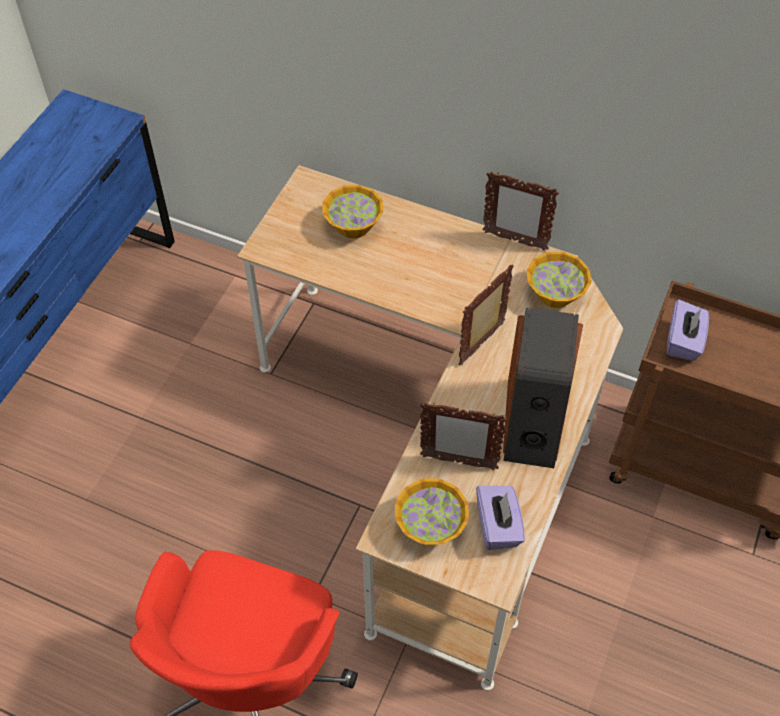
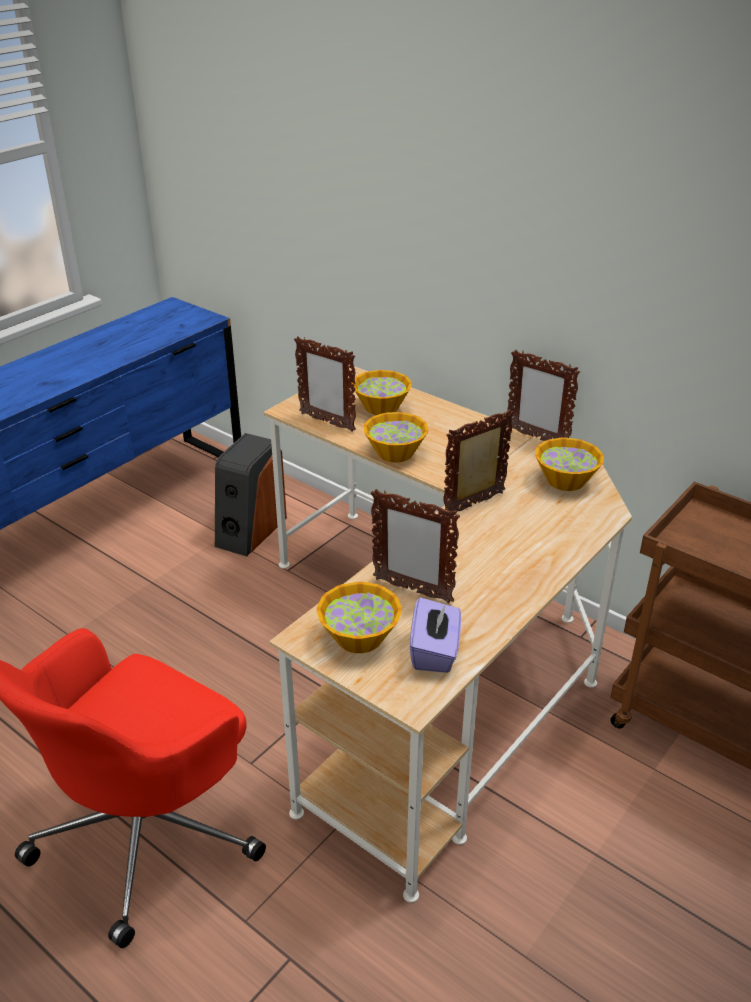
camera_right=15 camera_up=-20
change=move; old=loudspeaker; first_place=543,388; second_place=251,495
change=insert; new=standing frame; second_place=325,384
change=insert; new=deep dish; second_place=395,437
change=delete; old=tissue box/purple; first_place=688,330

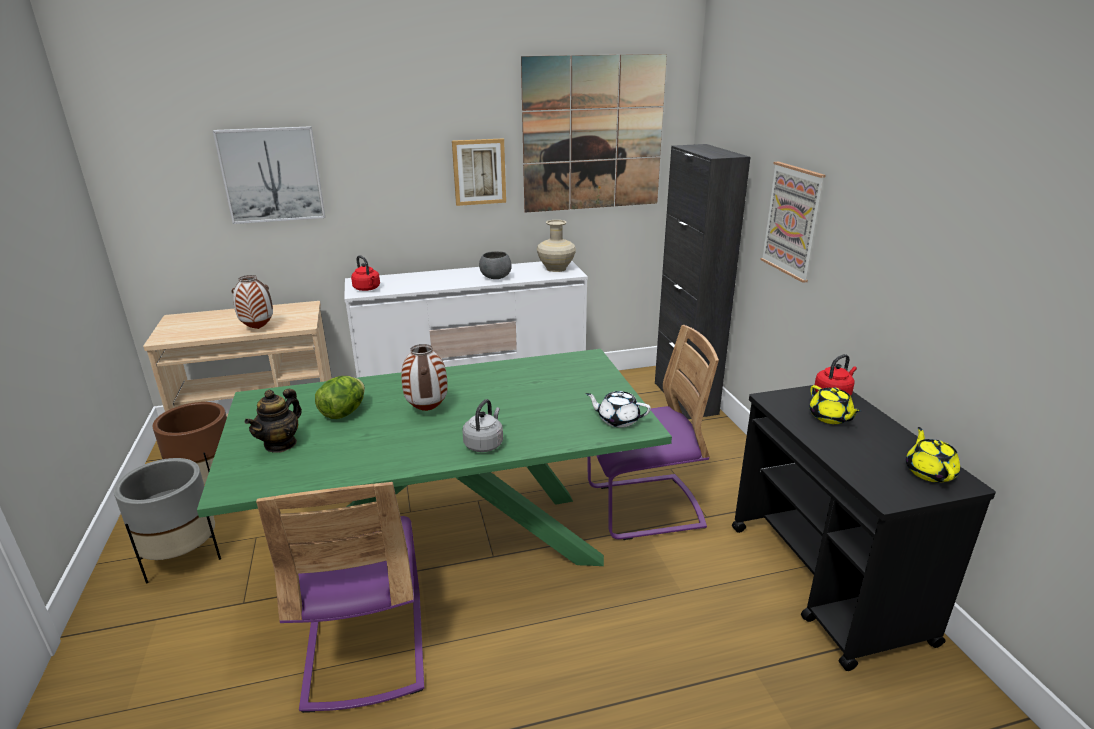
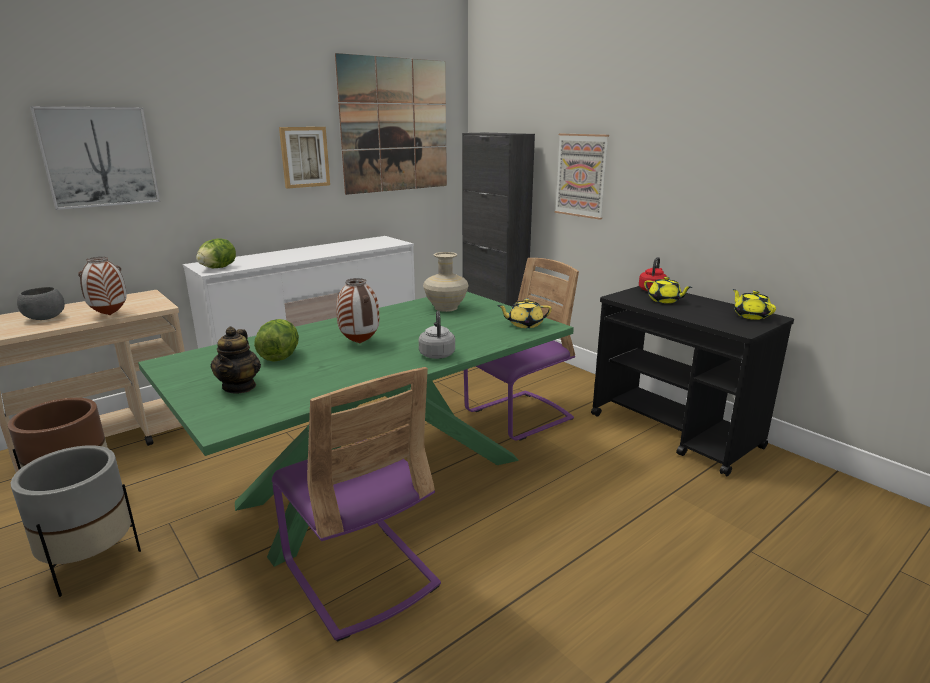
camera_right=-25 camera_up=-5
change=move; old=deep dish/greyish; first_place=495,265; second_place=41,303
change=replace; old=kettle/red-coloured; new=head of lettuce; first_place=365,273; second_place=216,253
change=move; old=flower vase/beige-coloured; first_place=556,246; second_place=446,282
change=recolor; old=pot for tea/whitish; new=pot for tea/yellow-coloured; first_place=618,409; second_place=524,313

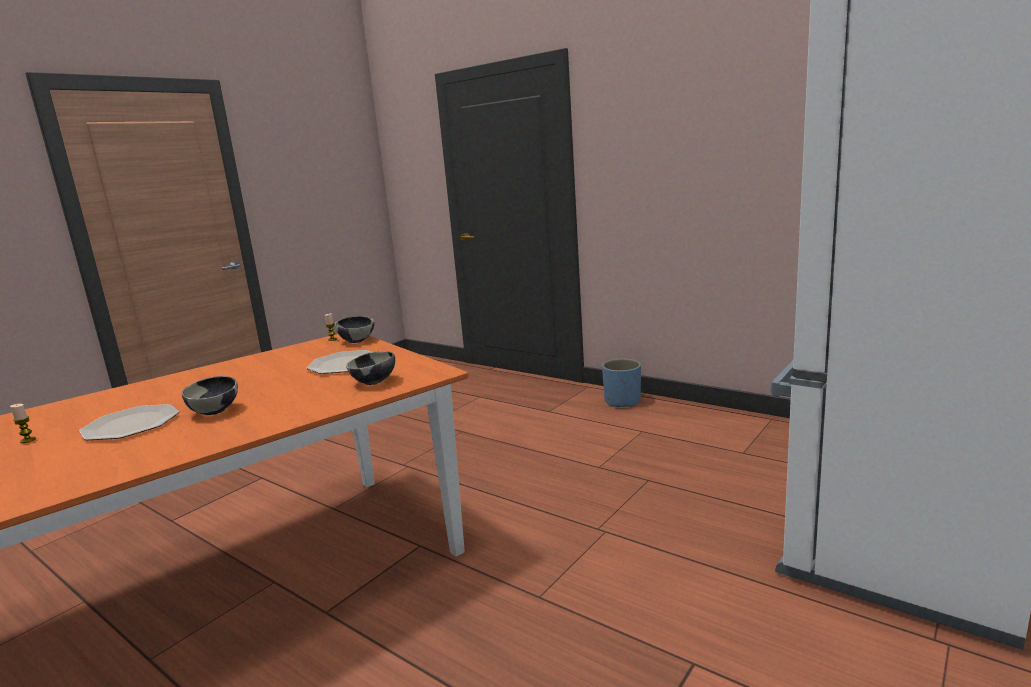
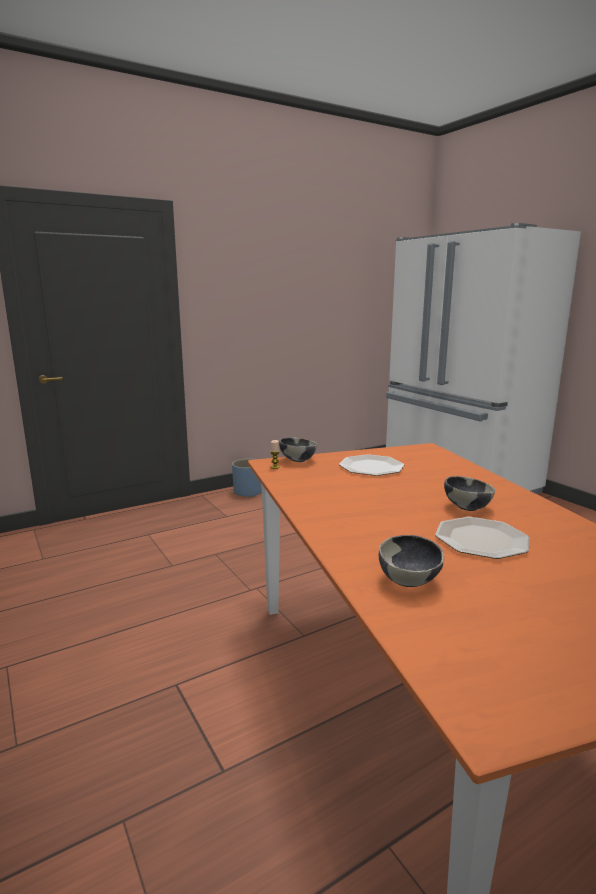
camera_right=-70 camera_up=0
change=move; old=deep dish; first_place=370,368; second_place=411,561
change=delete; old=candle; first_place=23,423

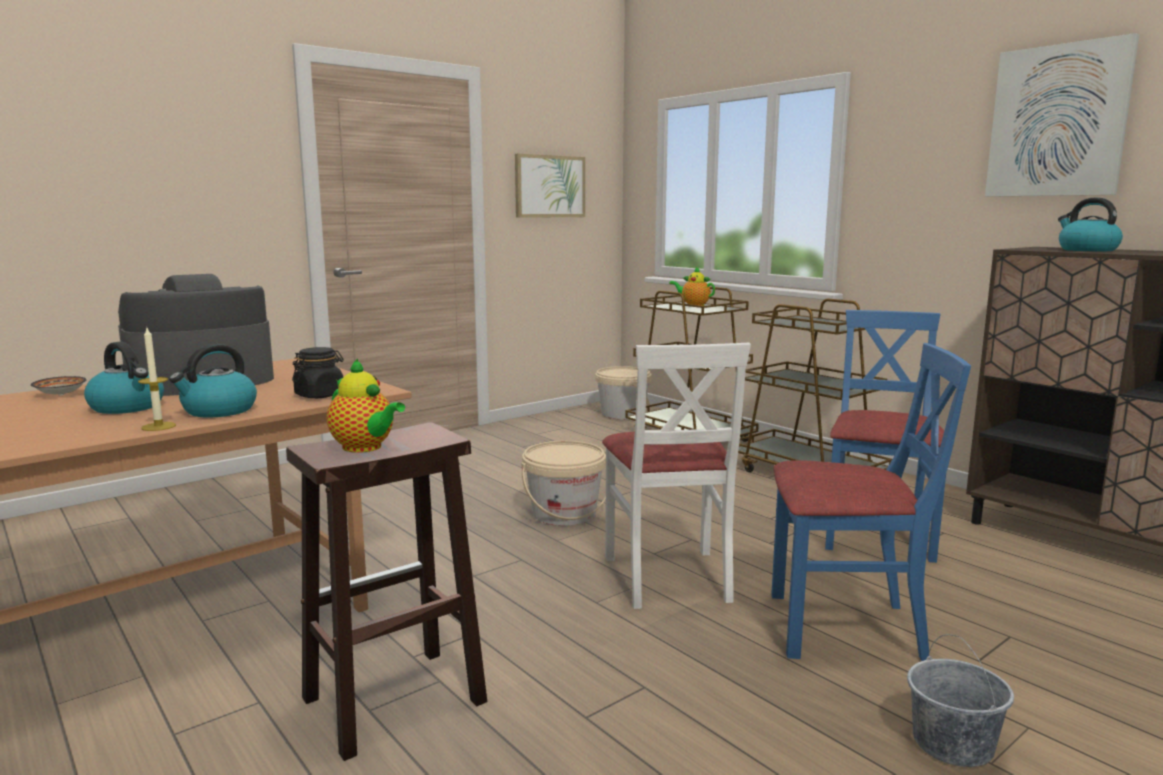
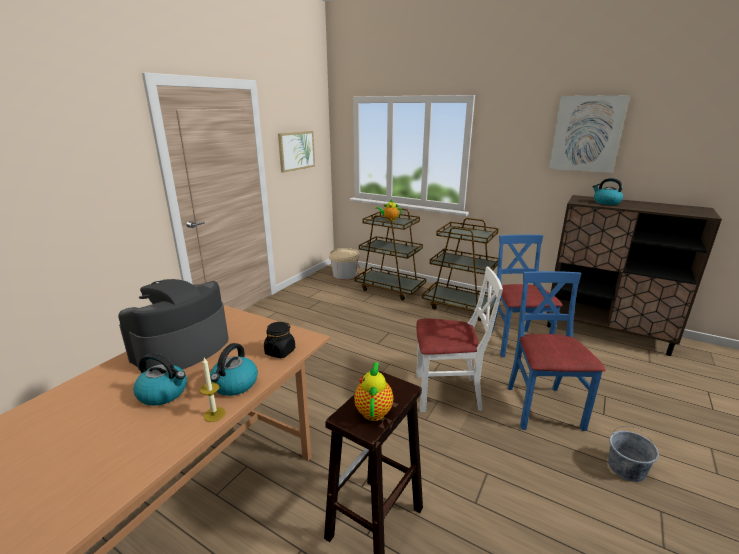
camera_right=-20 camera_up=10
change=rotate; old=pot for tea; first_place=366,405; second_place=373,391; degrees=-105
change=rotate; old=chair/whitish; first_place=676,476; second_place=459,339; degrees=-60
change=rotate; old=chair/bluish; first_place=871,502; second_place=557,351; degrees=-75
change=delete; old=deep dish; first_place=58,386
change=delete; old=water bucket/beige-coloured; first_place=564,483

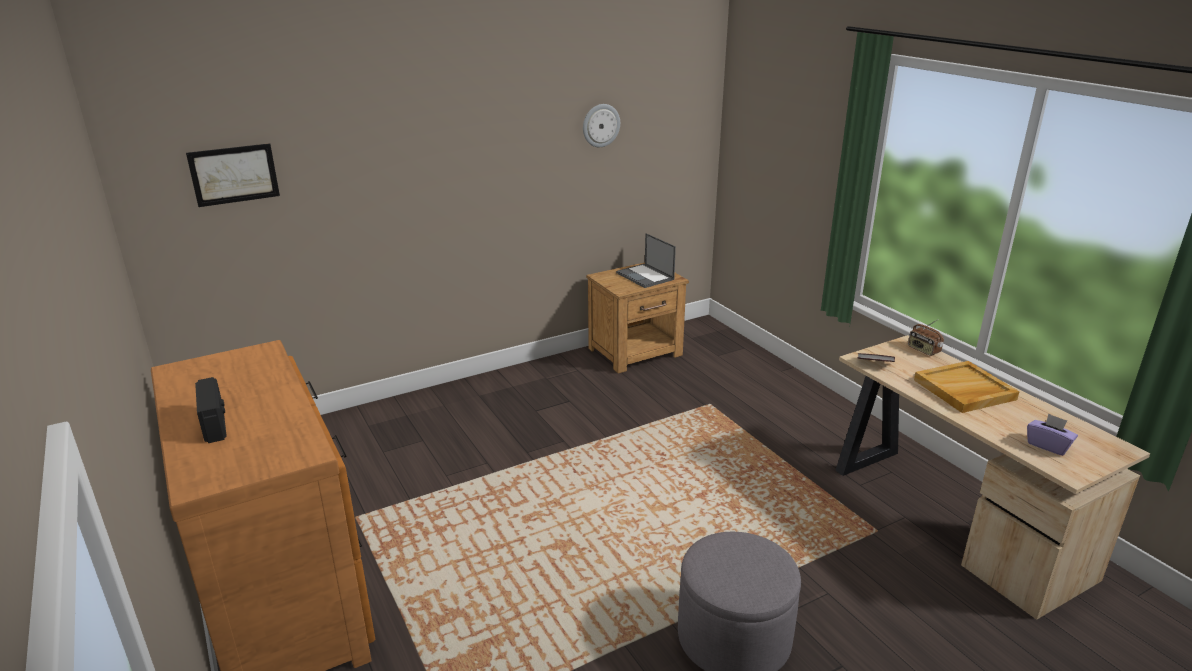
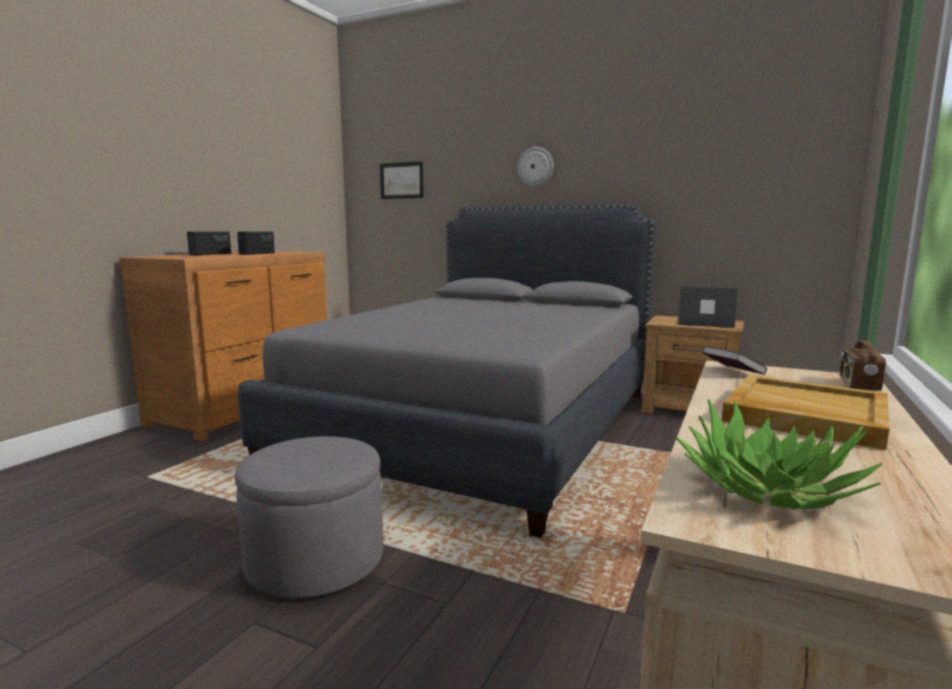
camera_right=55 camera_up=-15
change=insert; new=radio receiver; second_place=256,243
change=insert; new=bed/greyish; second_place=447,370
change=move; old=hanging clock; first_place=601,125; second_place=535,167
change=replace; old=tissue box/purple; new=plant in a pot; first_place=1052,435; second_place=779,454
change=rotate; old=portable computer; first_place=646,260; second_place=708,307; degrees=90

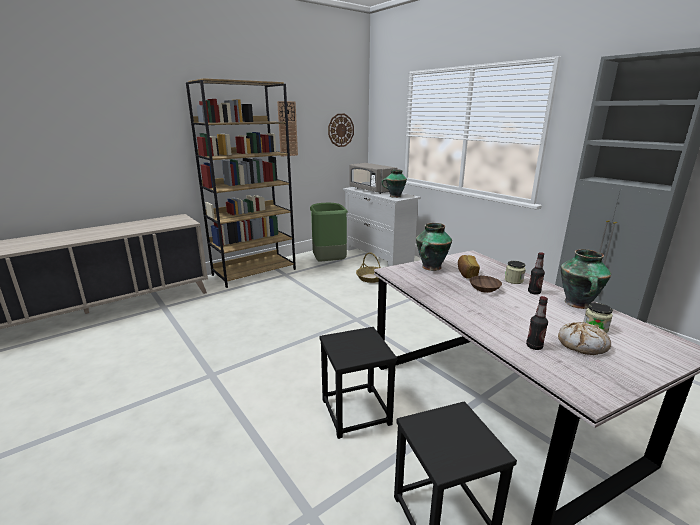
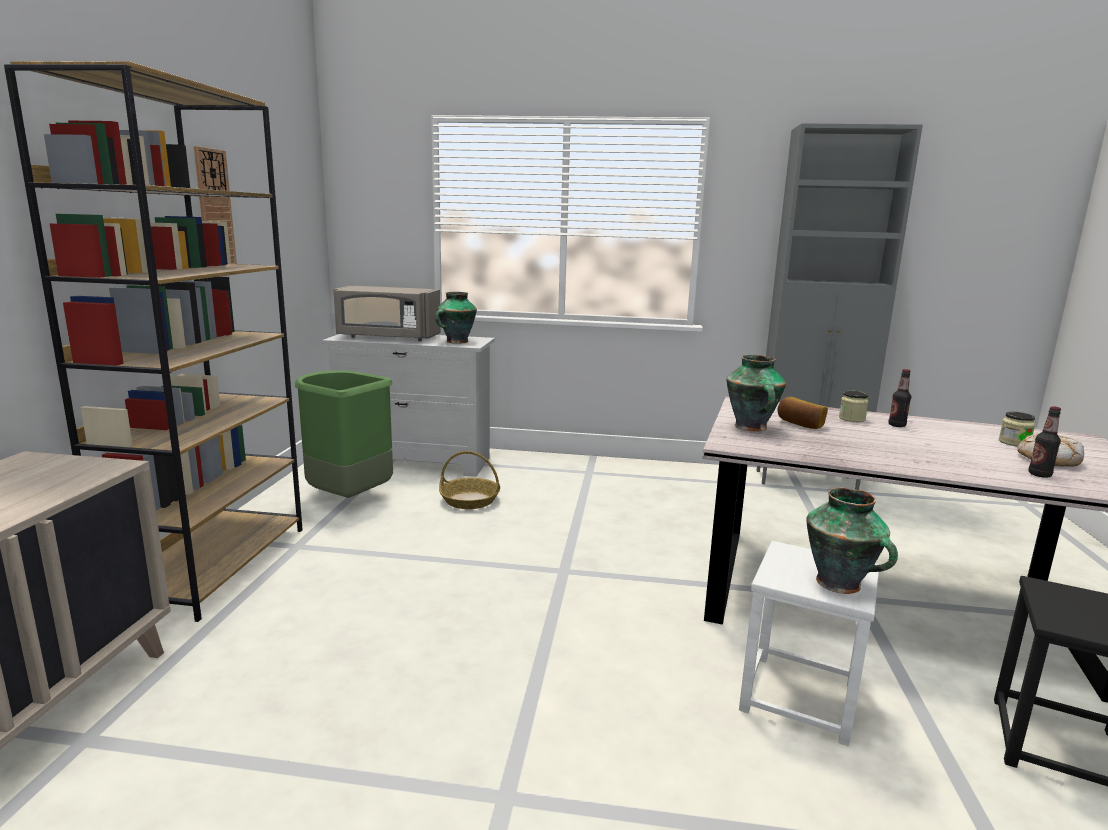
camera_right=-45 camera_up=-5
change=recolor; old=stool/black-coloured; new=stool/whitish; first_place=358,383; second_place=809,643
change=move; old=flower vase; first_place=586,279; second_place=852,541
change=delete; old=hanging clock; first_place=341,130
change=delete; old=deep dish/brownish; first_place=485,284

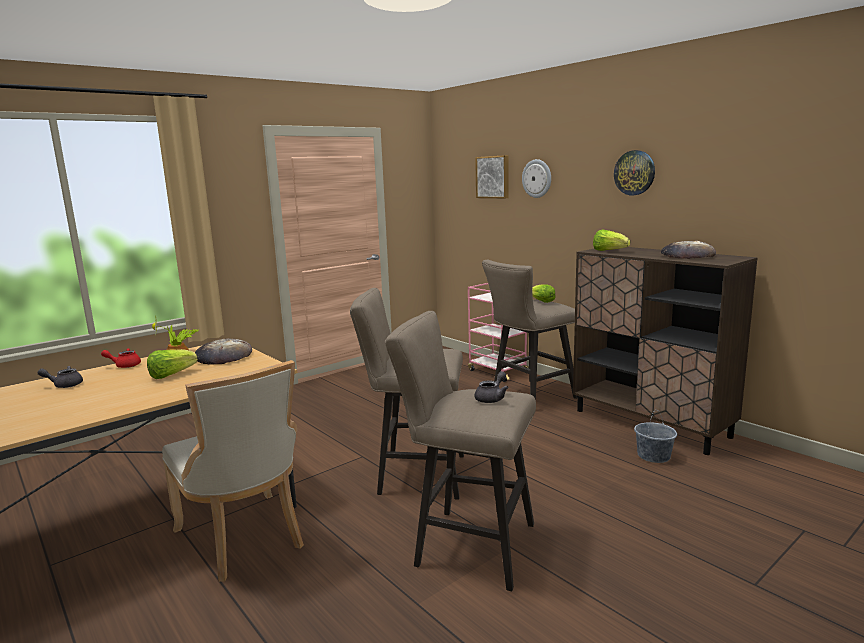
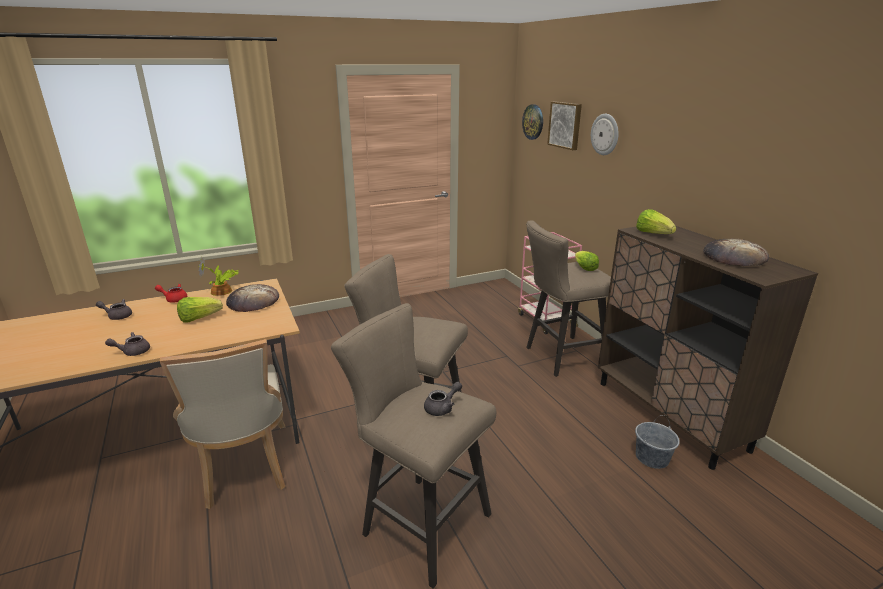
camera_right=15 camera_up=10
change=insert; new=pot for tea/greyish; second_place=127,344
change=move; old=hanging clock; first_place=634,172; second_place=532,122

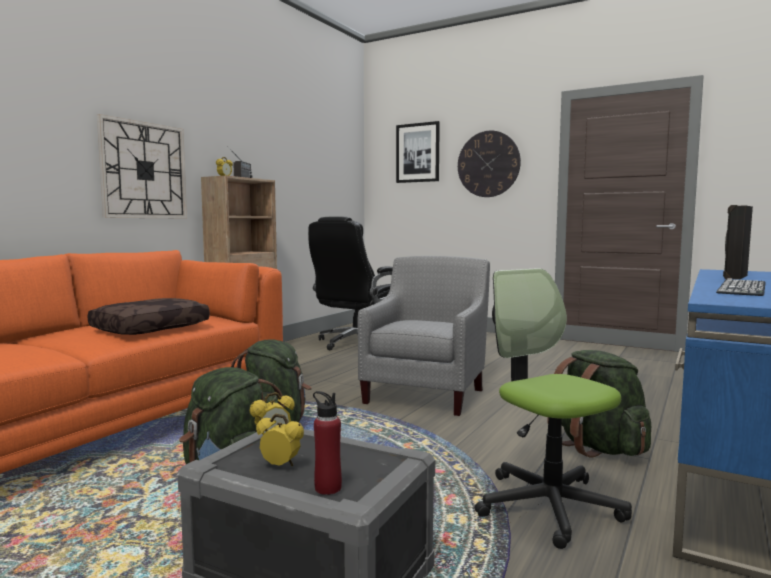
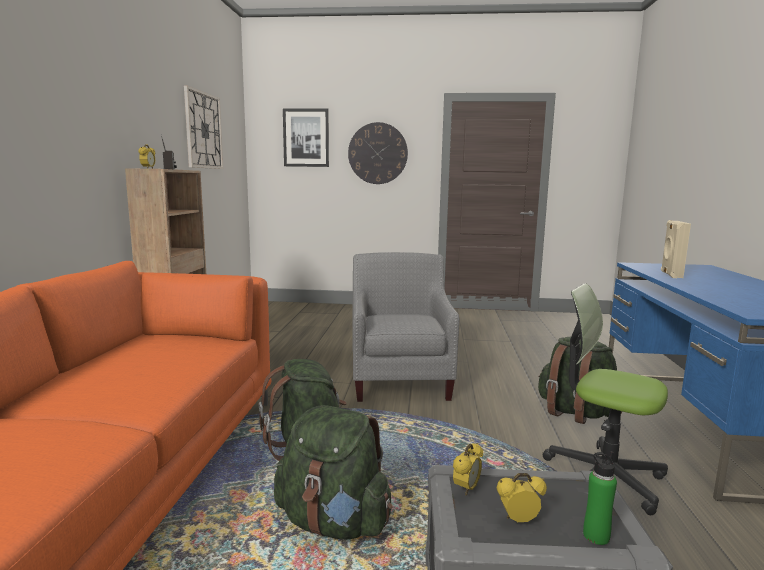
camera_right=-25 camera_up=5
change=move; old=hanging clock; first_place=142,166; second_place=203,127
change=recolor; old=drink bottle/red-coloured; new=drink bottle/green; first_place=327,443; second_place=600,498
change=recolor; old=loudspeaker/black-coloured; new=loudspeaker/beige-coloured; first_place=738,242; second_place=676,249
change=delete; old=pillow/brownish; first_place=148,316
change=delete; old=computer chair/black-coloured; first_place=350,283
change=delete; old=keyboard; first_place=741,287

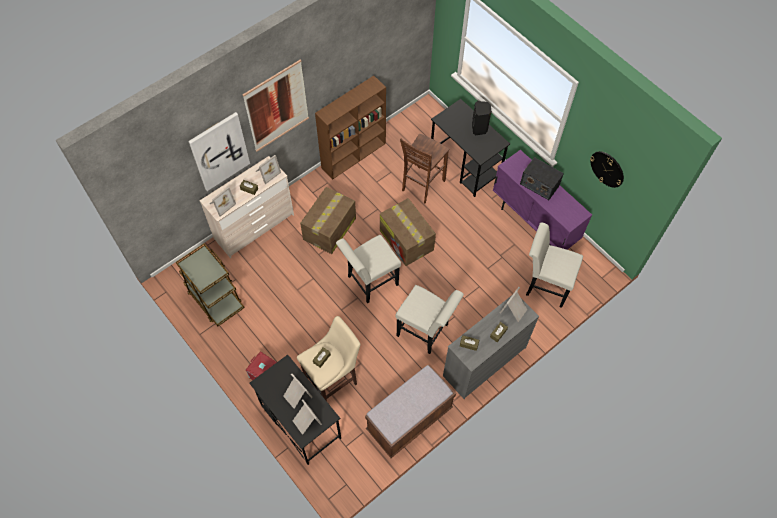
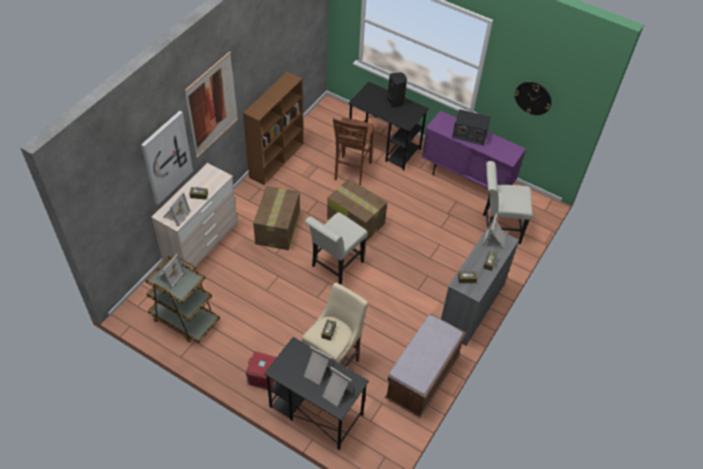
camera_right=-20 camera_up=-10
change=move; old=standing frame; first_place=268,169; second_place=170,271
change=delete; old=chair/whitish; first_place=430,319

